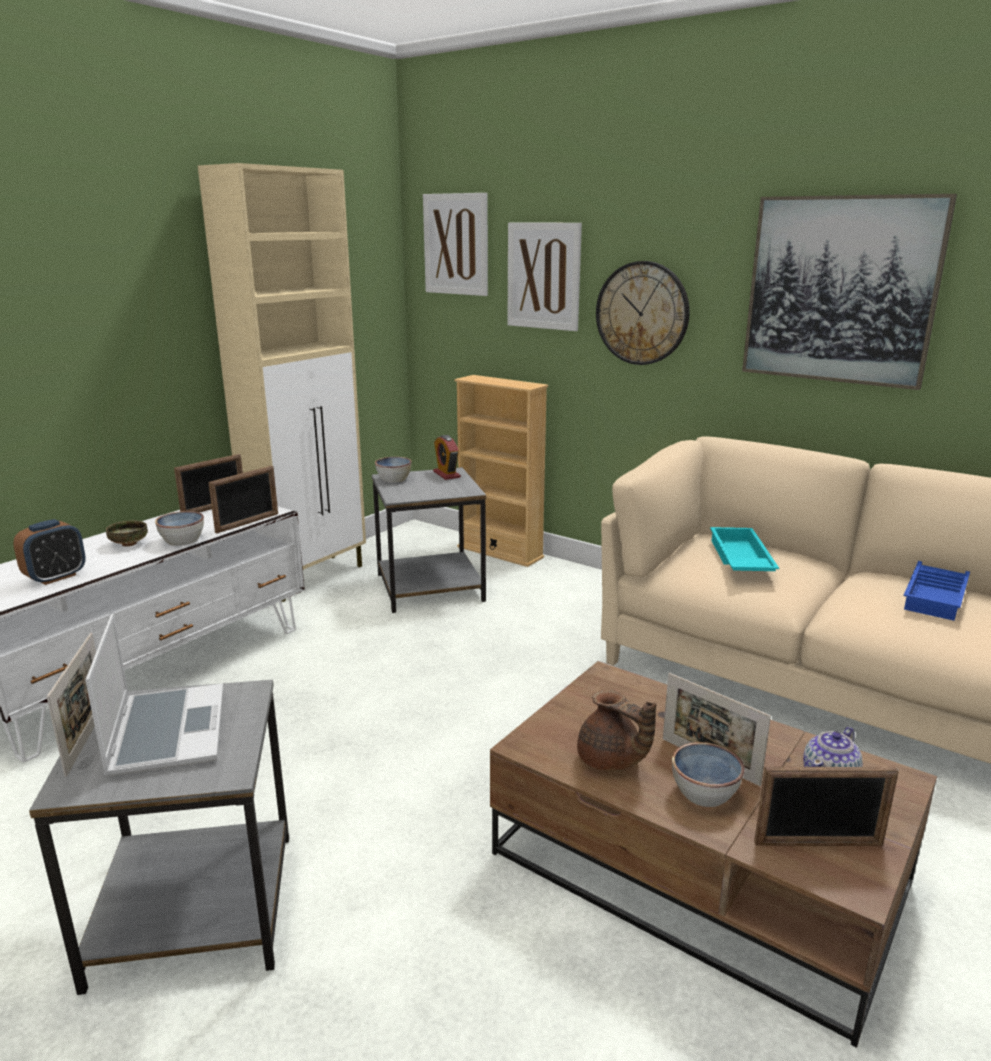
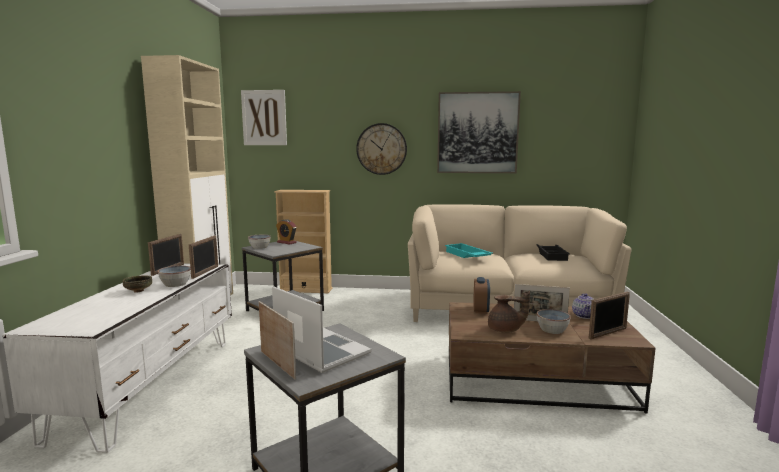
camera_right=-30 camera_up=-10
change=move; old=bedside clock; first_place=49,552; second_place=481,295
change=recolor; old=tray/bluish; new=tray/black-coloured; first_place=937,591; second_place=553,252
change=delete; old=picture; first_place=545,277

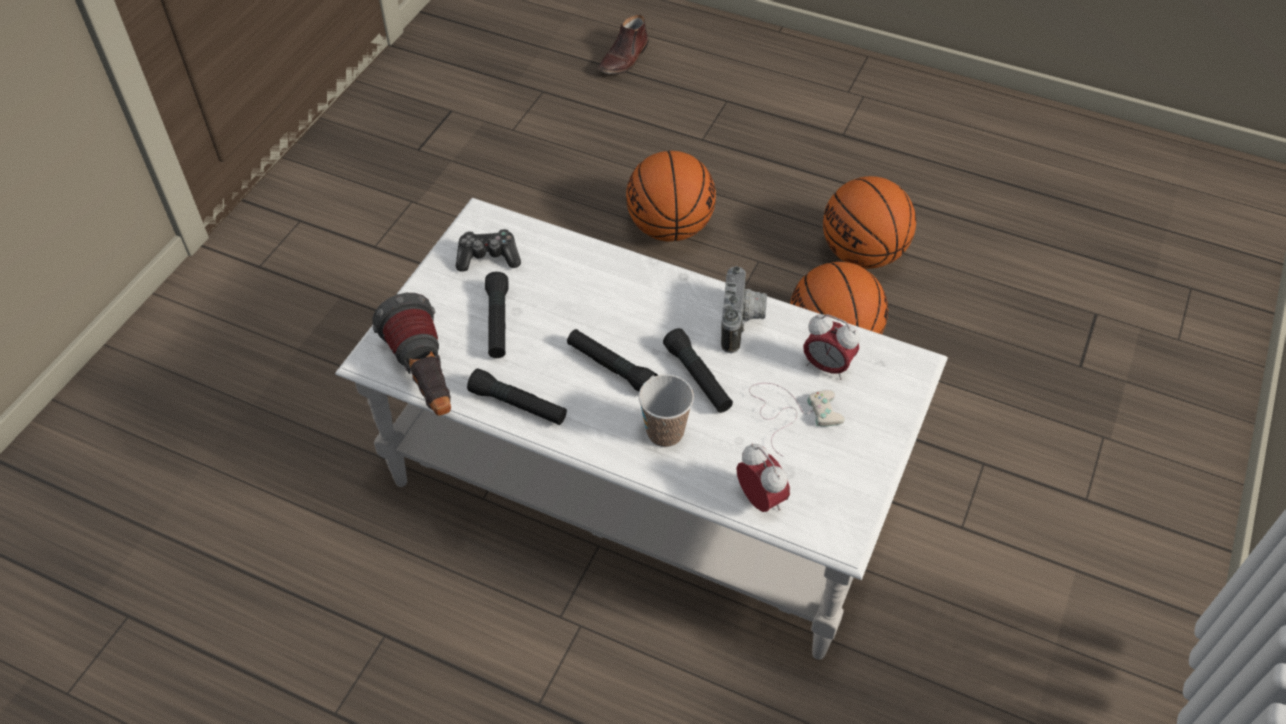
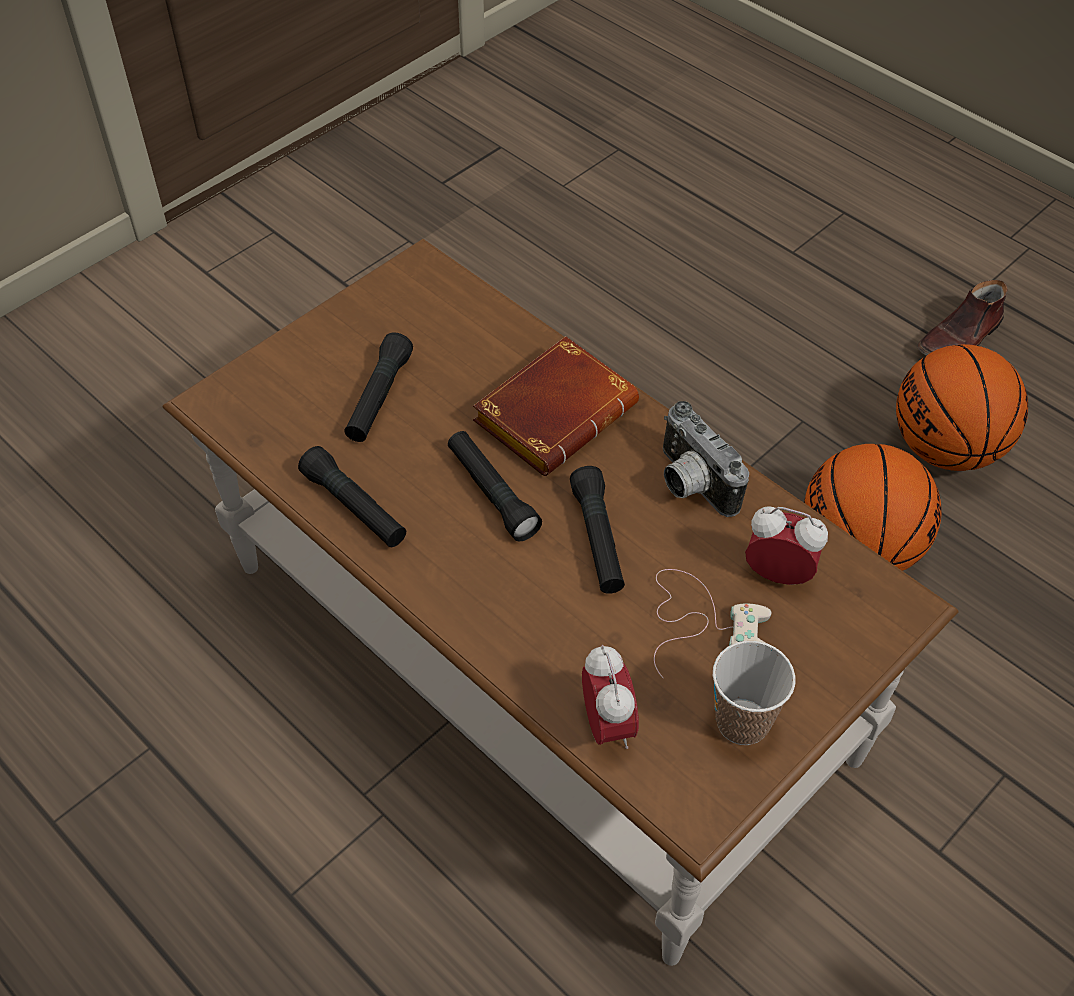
camera_right=20 camera_up=0
change=recolor; old=lounge table/whitish; new=lounge table/brownish; first_place=641,429; second_place=560,602
change=insert; new=book/brownish; second_place=556,406
change=rotate; old=photo camera; first_place=744,309; second_place=706,459; degrees=120
change=move; old=cup; first_place=666,410; second_place=754,693
change=rotate; old=bedside clock; first_place=831,347; second_place=786,545; degrees=150
change=move; old=shoe/brownish; first_place=623,44; second_place=962,318
change=delete; old=torch; first_place=411,354
change=delete; old=gamepad; first_place=488,250
change=delete; old=basketball; first_place=671,196

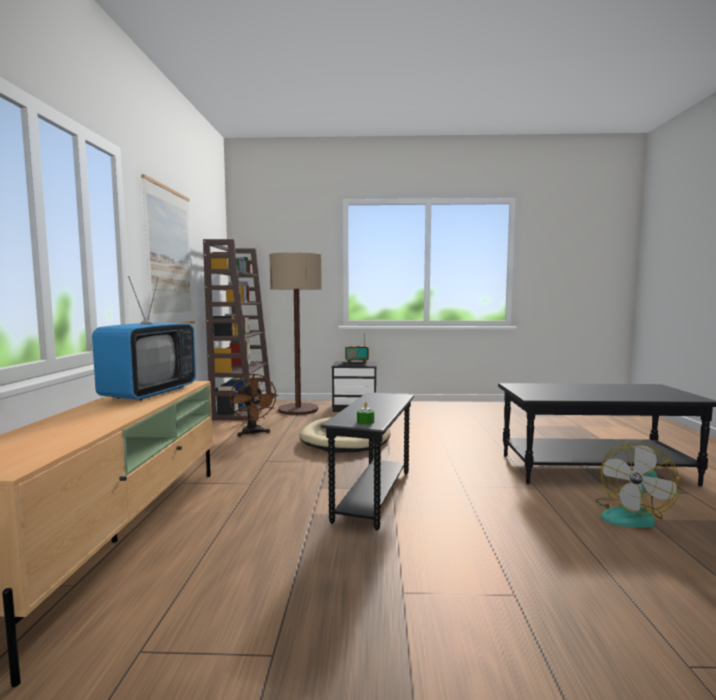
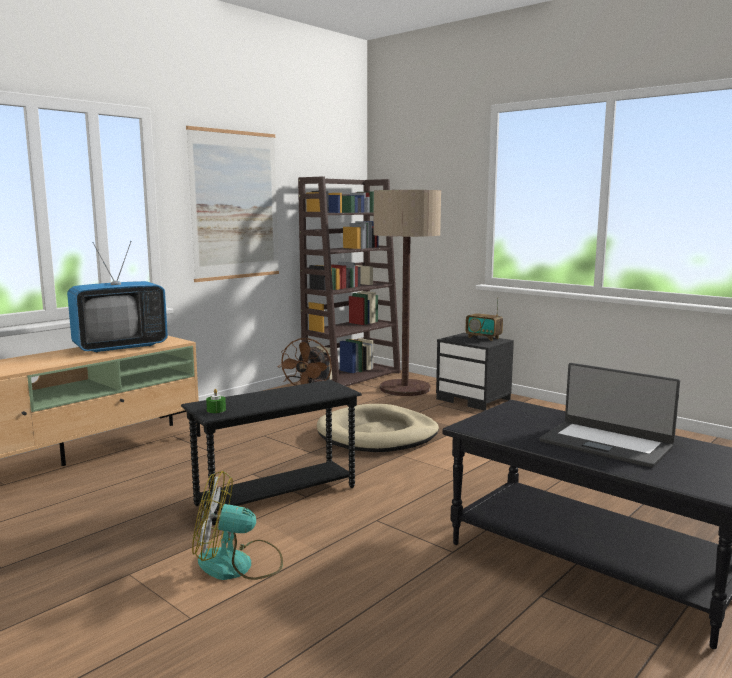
camera_right=40 camera_up=5
change=move; old=fan; first_place=638,485; second_place=237,525
change=insert; new=portable computer; second_place=609,415

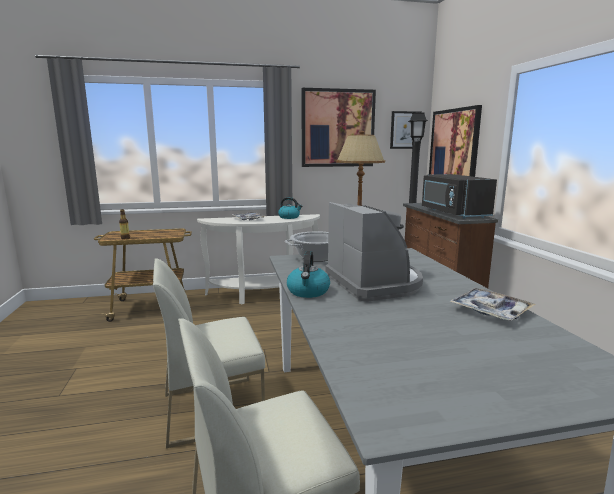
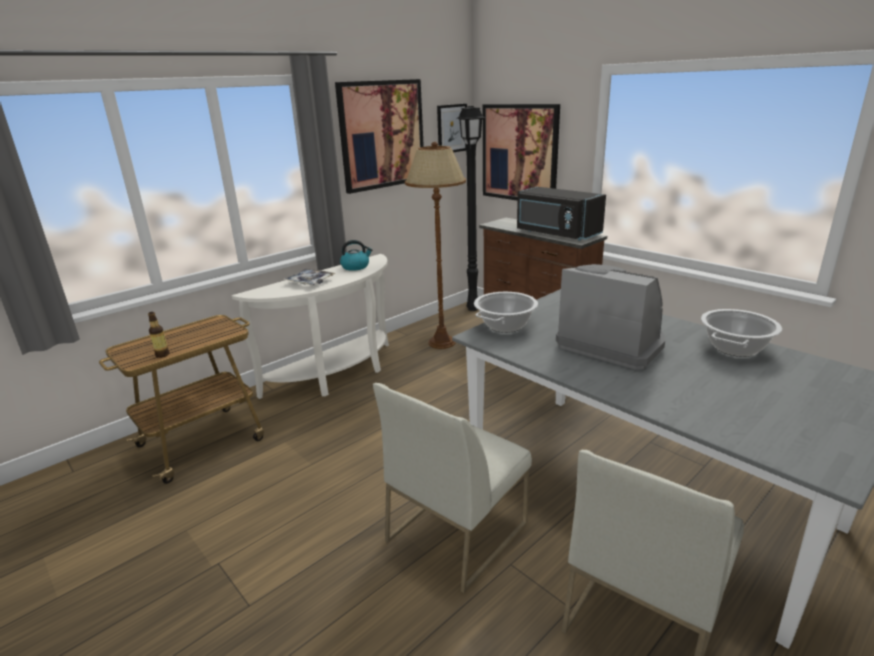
camera_right=-30 camera_up=10
change=replace; old=tray; new=cooking pot; first_place=492,304; second_place=741,333
change=delete; old=kettle; first_place=308,274

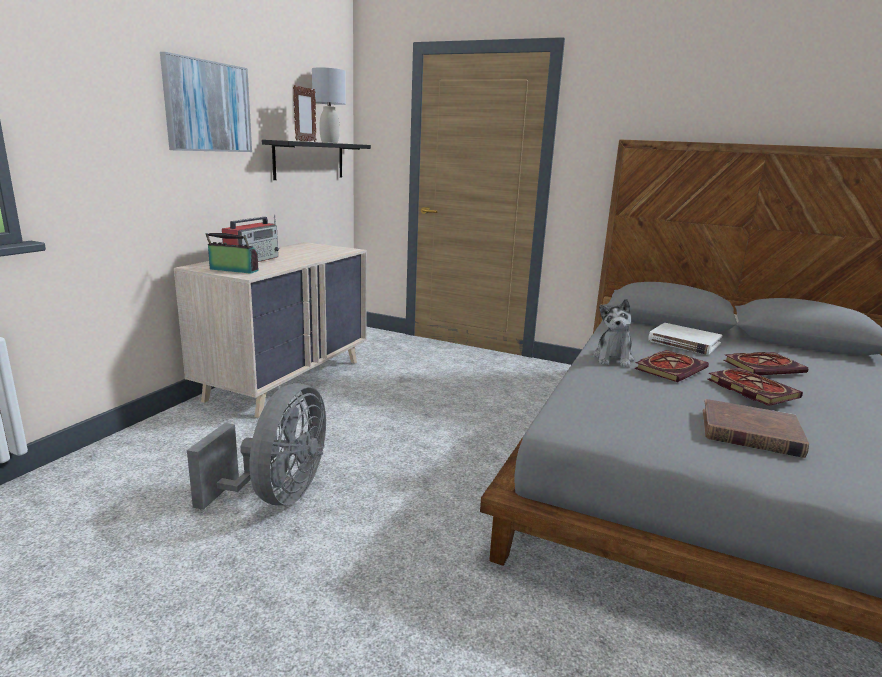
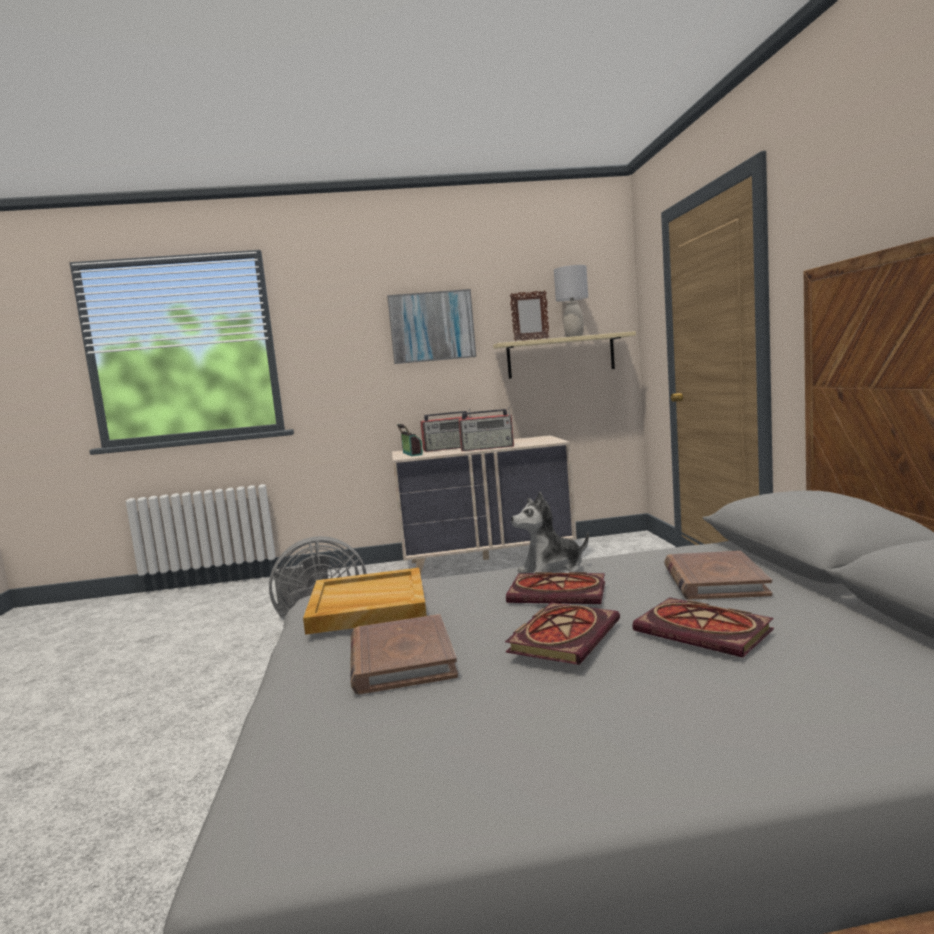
camera_right=60 camera_up=-10
change=insert; new=tray/beige-coloured; second_place=365,601
change=insert; new=radio receiver; second_place=486,429
change=recolor; old=shelf/black-coloured; new=shelf/beige-coloured; first_place=316,160; second_place=564,355
change=recolor; old=book/whitish; new=book/brownish; first_place=685,339; second_place=718,575

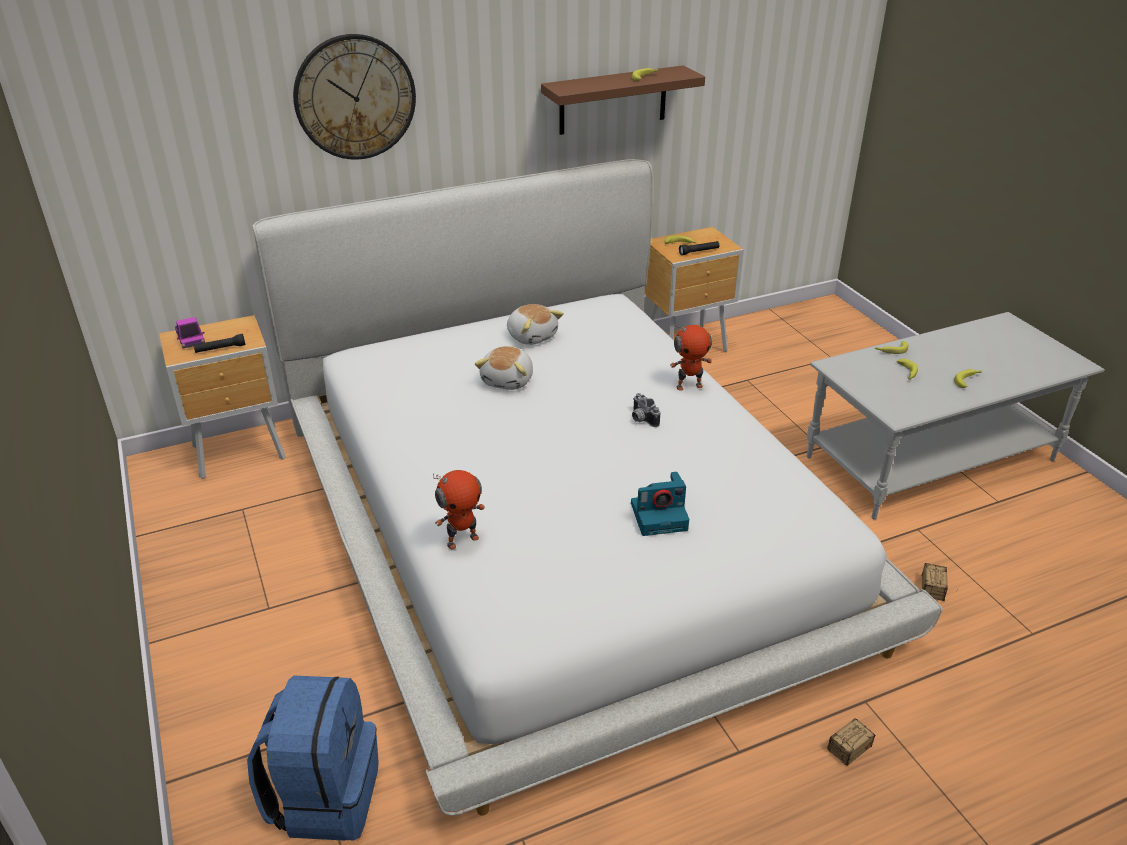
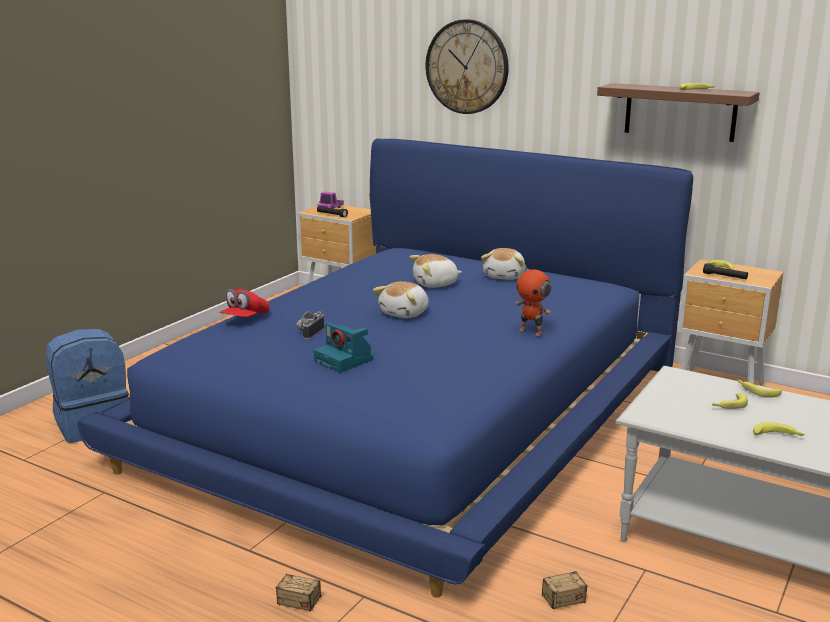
camera_right=55 camera_up=-15
change=recolor; old=bed/whitish; new=bed/bluish; first_place=597,487; second_place=385,368
change=replace; old=robot figure; new=baseball cap/red-coloured; first_place=459,509; second_place=244,303
change=move; old=photo camera; first_place=646,410; second_place=310,325
change=insert; new=cuddly toy; second_place=401,299

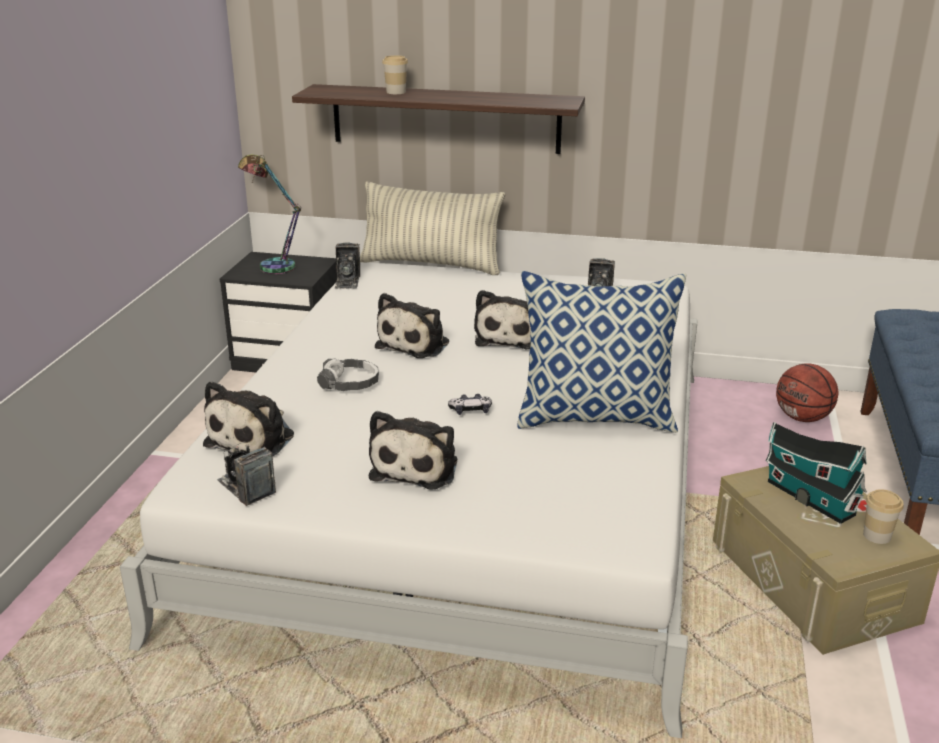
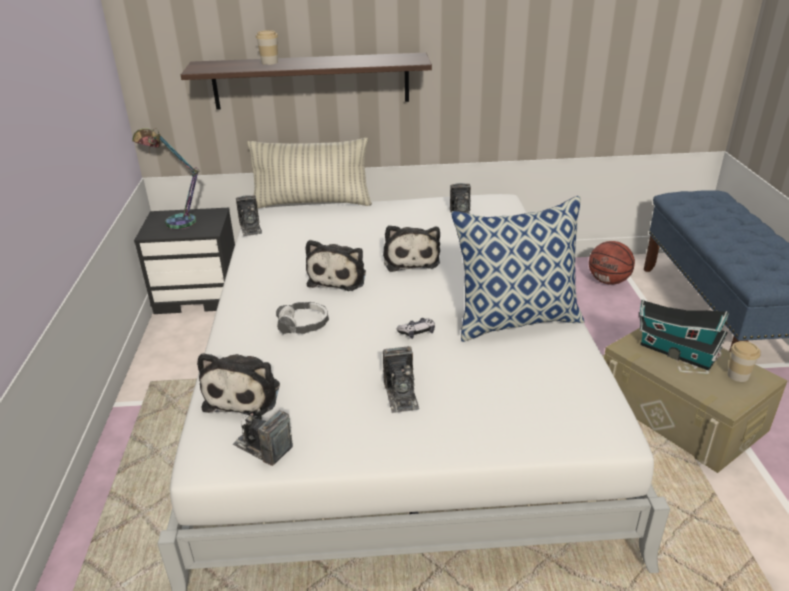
camera_right=-15 camera_up=5
change=replace; old=cuddly toy; new=photo camera; first_place=413,450; second_place=401,379

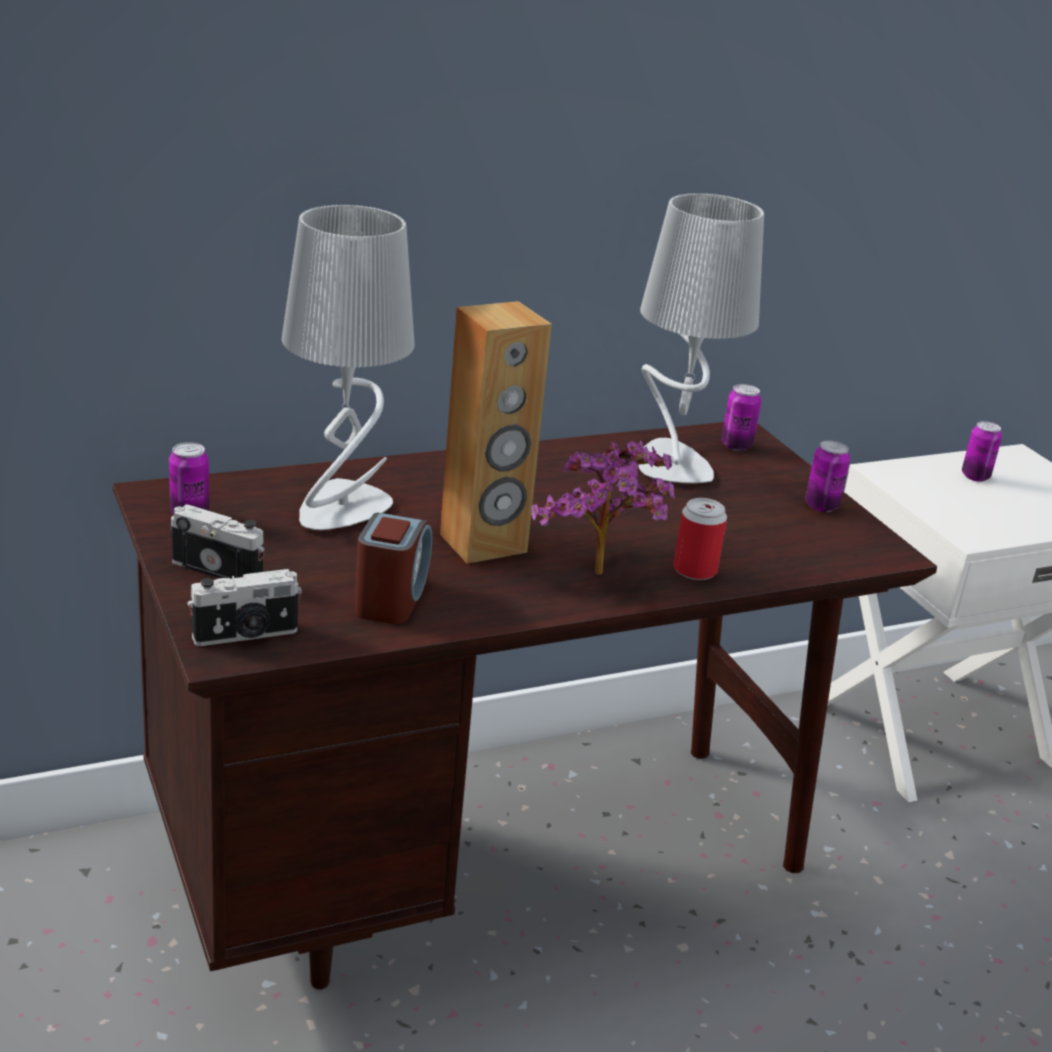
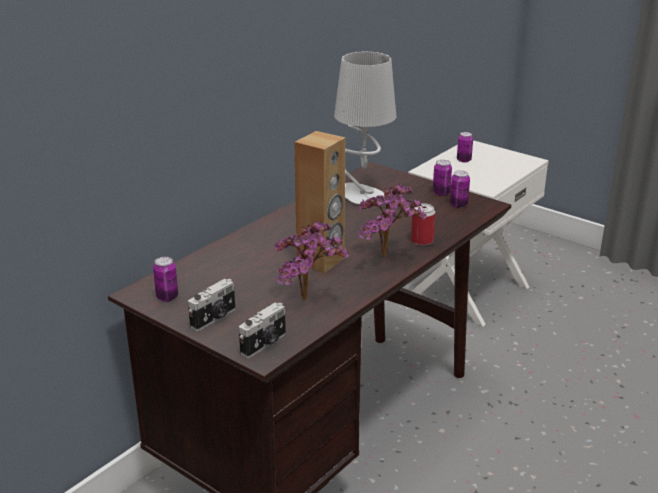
camera_right=-25 camera_up=0
change=rotate; old=photo camera; first_place=217,541; second_place=211,305; degrees=135
change=replace; old=bedside clock; new=plant in a pot; first_place=393,568; second_place=311,260
change=move; old=metal can; first_place=741,417; second_place=460,189
change=delete; old=tabletop lamp/greyish; first_place=348,367

